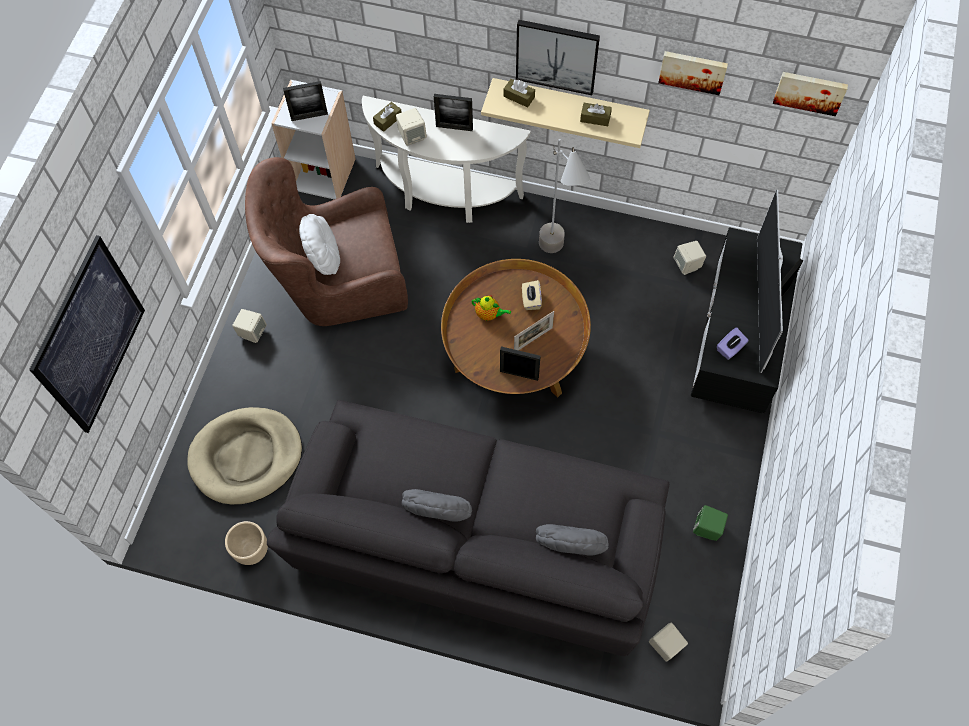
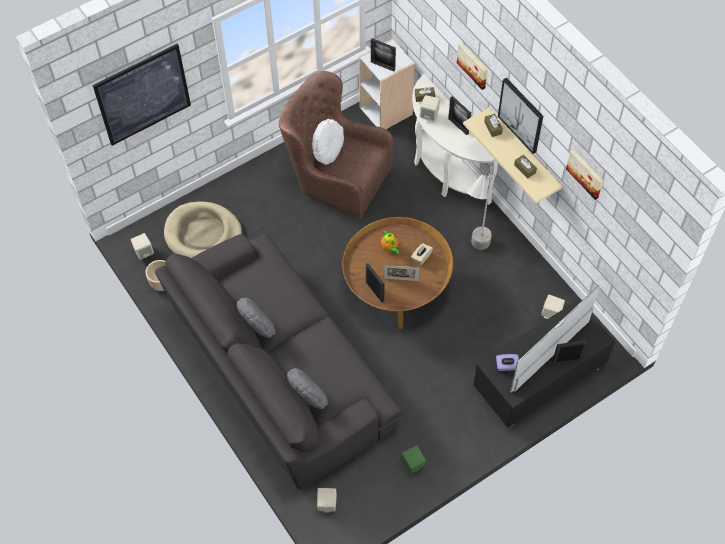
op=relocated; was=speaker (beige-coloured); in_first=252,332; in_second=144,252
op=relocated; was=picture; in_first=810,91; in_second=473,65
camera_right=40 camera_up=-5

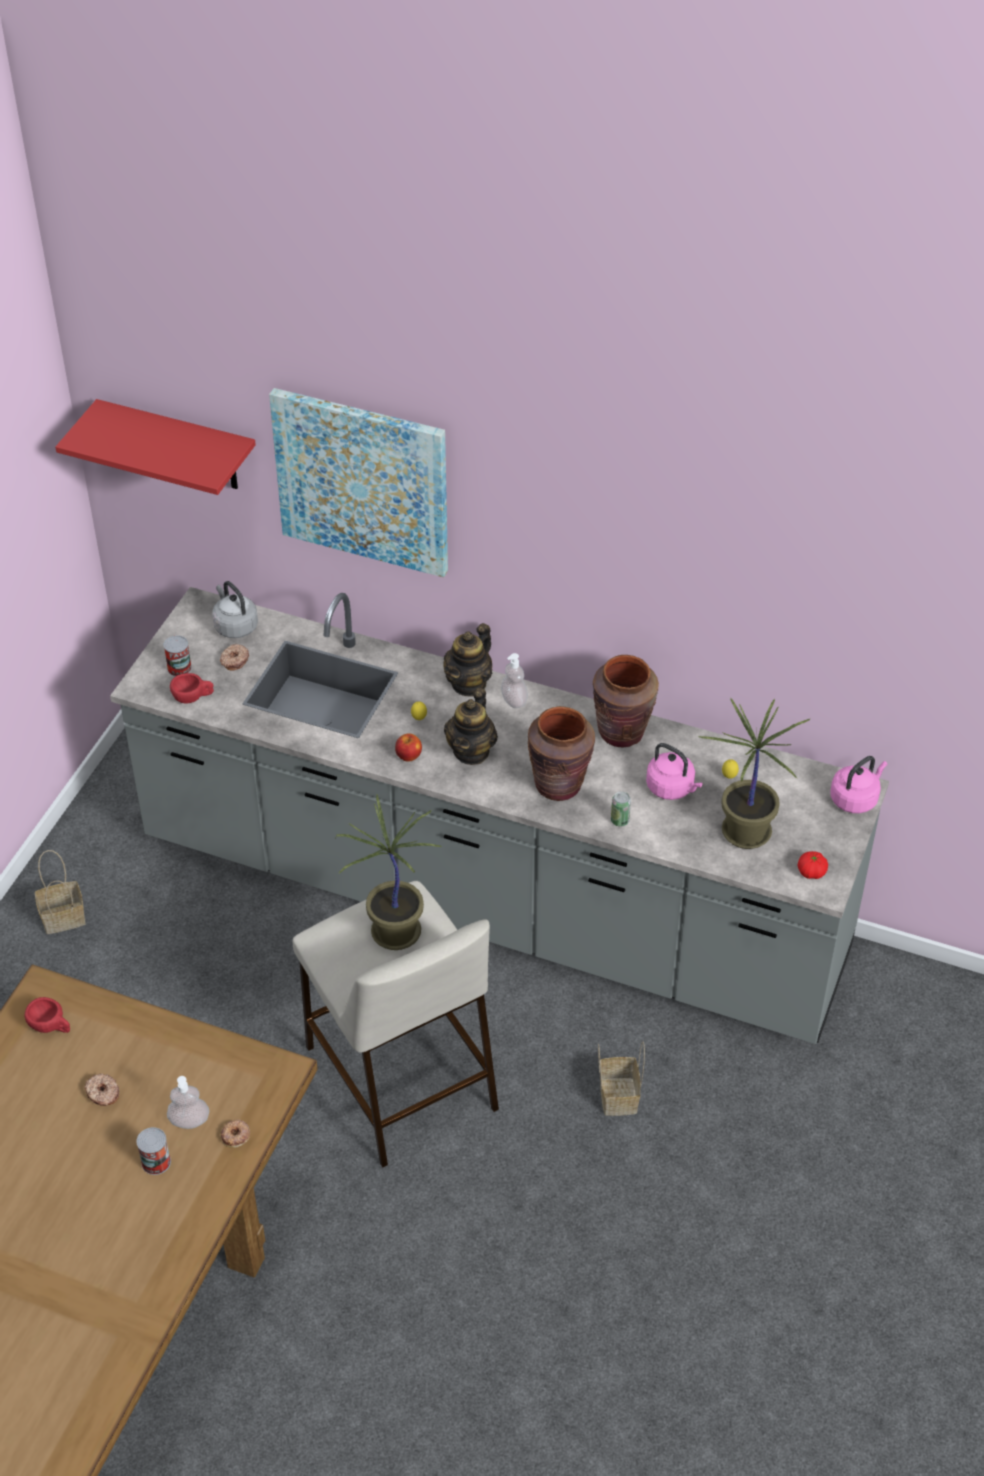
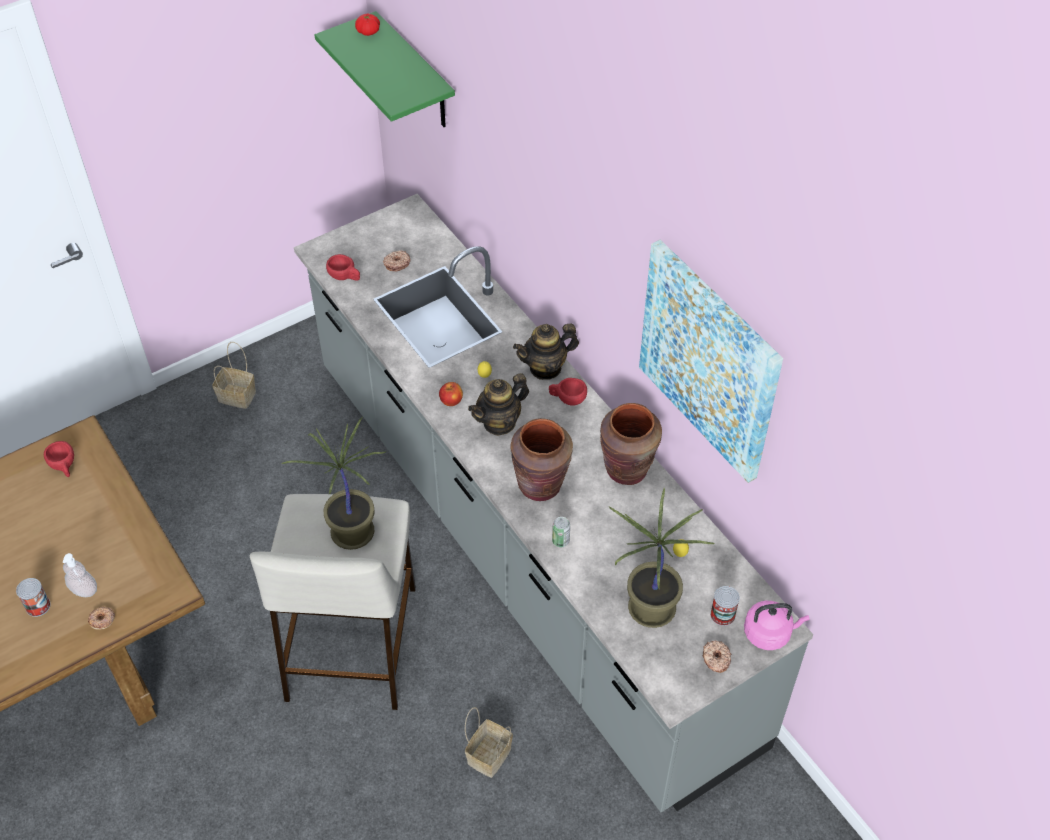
op=colour; was=wall shelf (reddish); now=wall shelf (green-coloured); in_first=178,446; in_second=416,74
op=relocated; was=fresh tomato; in_first=811,872; in_second=368,32
op=exchanged; was=soap dispenser; now=cup (reddish); in_first=514,700; in_second=567,399
op=relocated; was=picture; in_first=362,481; in_second=709,360
op=relocated; was=donut; in_first=102,1094; in_second=715,659
op=relocated; was=sealed can; in_first=179,668; in_second=722,615
op=missing; was=water kettle (grey); in_first=235,626
op=missing; was=water kettle (pinkish); in_first=672,788
camera_right=35 camera_up=5

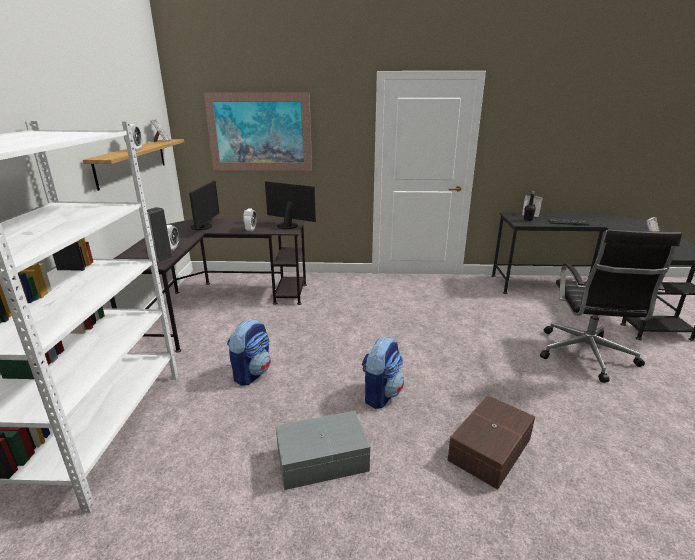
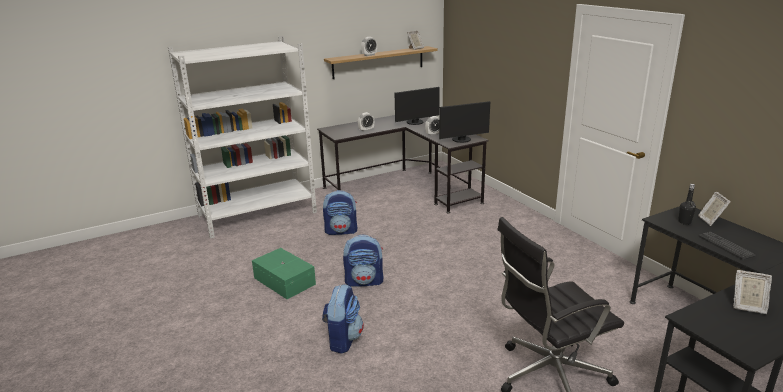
op=colour; was=storage box (grey); now=storage box (green-coloured); in_first=321,458; in_second=285,280
op=exchanged; was=storage box (brown-coloured); now=knapsack; in_first=488,449; in_second=343,339
op=spun; was=computer display; in_first=288,225; in_second=462,140; clockwise=75
op=missing; was=speaker; in_first=161,259
op=missing; was=picture; in_first=259,132
camera_right=60 camera_up=0

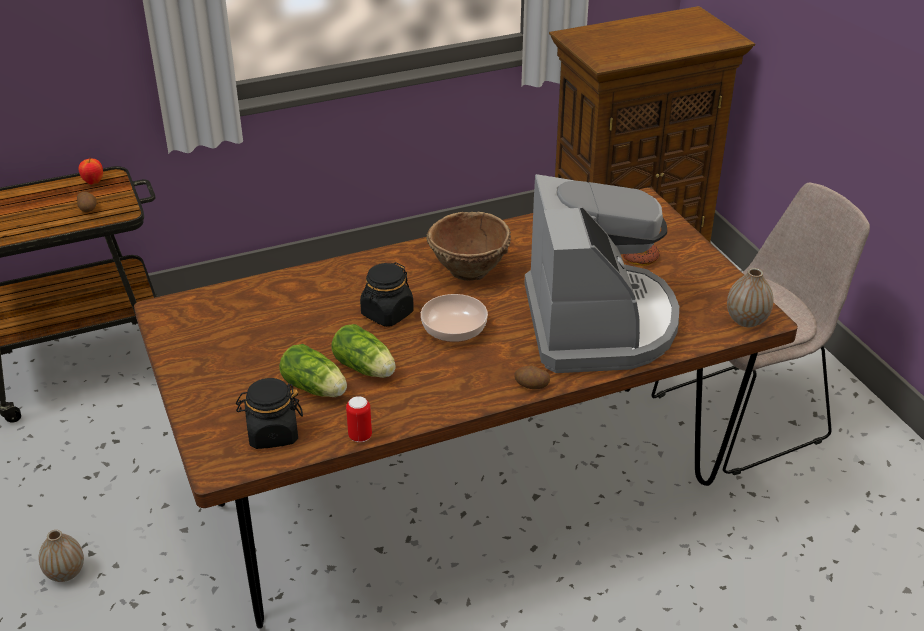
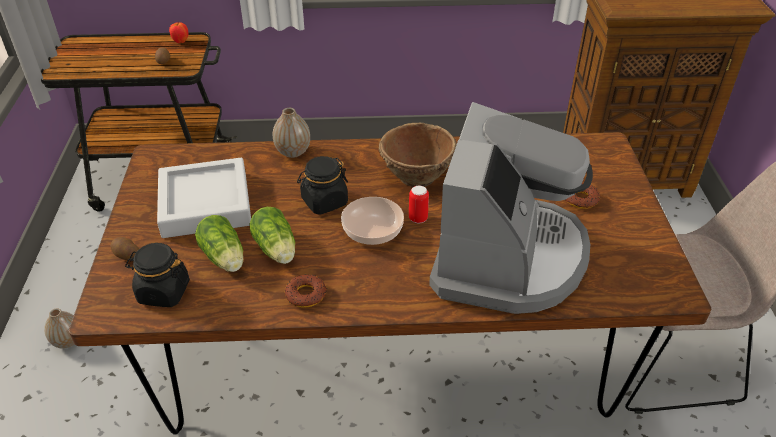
op=relocated; was=spud; in_first=531,386; in_second=126,255
op=appeared; now=tray (grey); in_second=205,204
op=relocated; was=flower vase; in_first=746,320; in_second=293,152
op=appeared; now=donut; in_second=306,294
op=relocated; was=sealed can; in_first=360,436; in_second=418,218
camera_right=20 camera_up=5

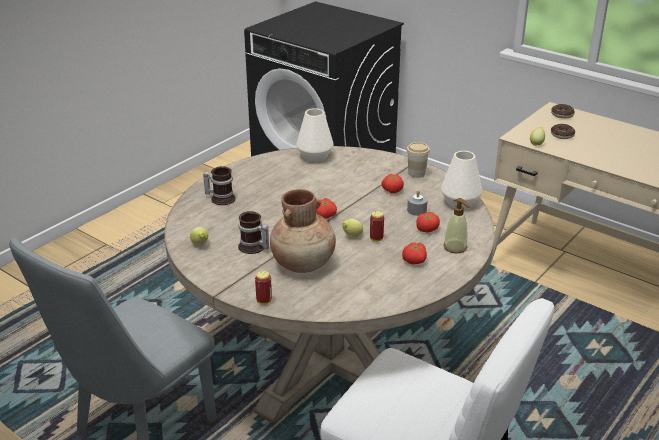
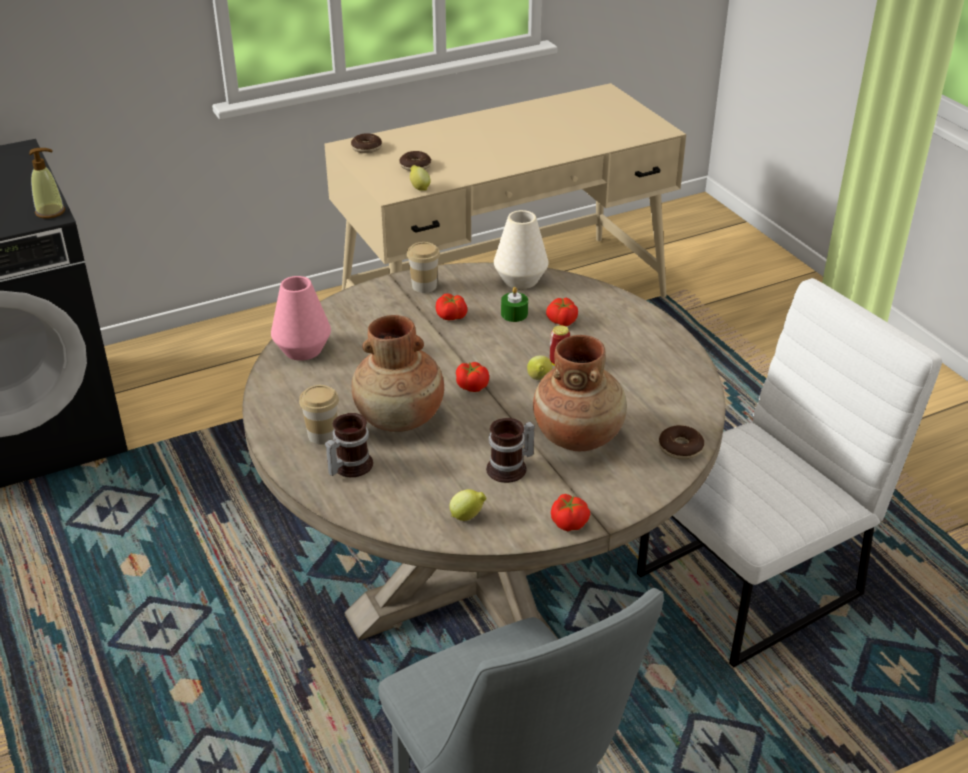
op=relocated; was=soap dispenser; in_first=455,247; in_second=50,212
op=colour; was=flower vase (whitish); now=flower vase (pinkish); in_first=315,156; in_second=302,350
op=appeared; now=cup; in_second=322,435
op=appeared; now=flower vase (brown-coloured); in_second=400,418
op=colour; was=wax light (grey); now=wax light (green-coloured); in_first=417,210; in_second=514,314
op=relocated; was=fresh tomato; in_first=415,261; in_second=569,522
op=appeared; now=donut; in_second=680,448
op=missing; was=sealed can; in_first=264,301
camera_right=-65 camera_up=5

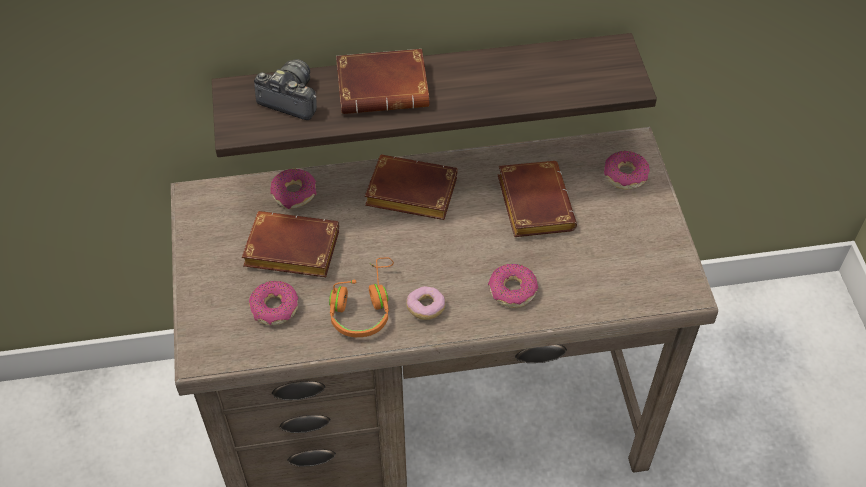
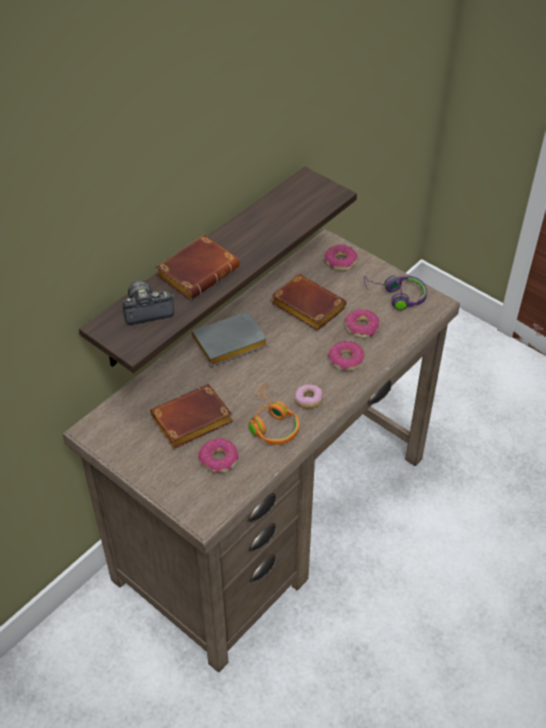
op=colour; was=book (brown-coloured); now=book (grey); in_first=408,194; in_second=228,345
op=relocated; was=donut; in_first=294,193; in_second=362,327
op=appeared; now=headphones (purple-coloured); in_second=396,296
camera_right=-40 camera_up=-5

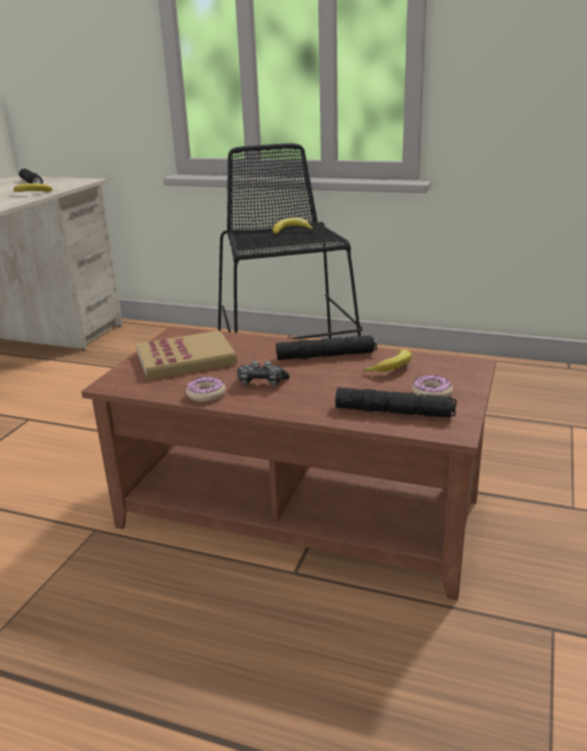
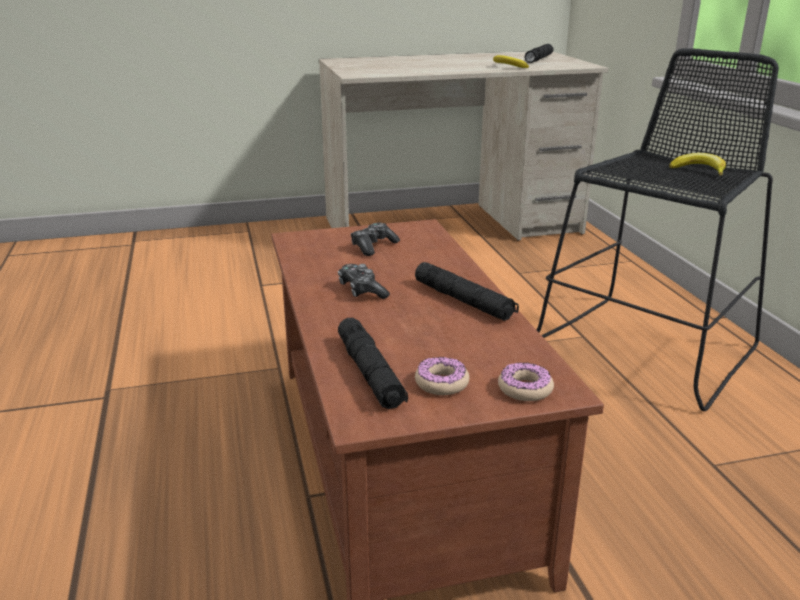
op=exchanged; was=book; now=gamepad; in_first=186,359; in_second=373,246
op=relocated; was=donut; in_first=206,394; in_second=525,389
op=missing; was=whole banana; in_first=392,368
camera_right=55 camera_up=0

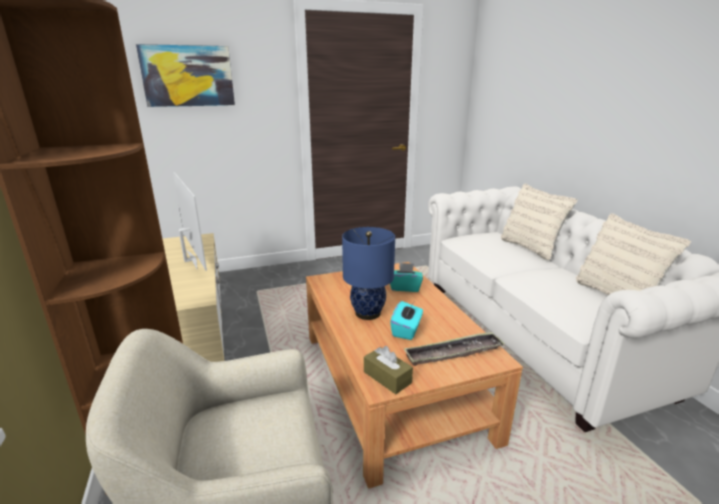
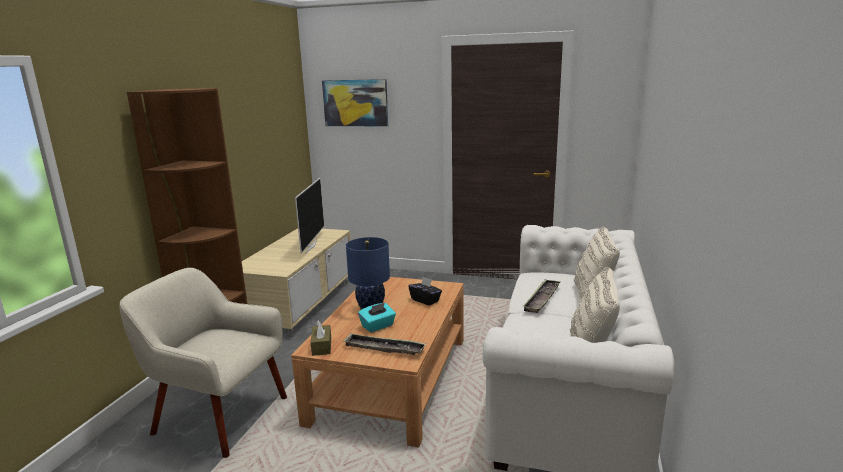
op=colour; was=tissue box (turquoise); now=tissue box (blackish); in_first=405,287; in_second=425,300
op=appeared; now=tray; in_second=542,299
camera_right=35 camera_up=-5

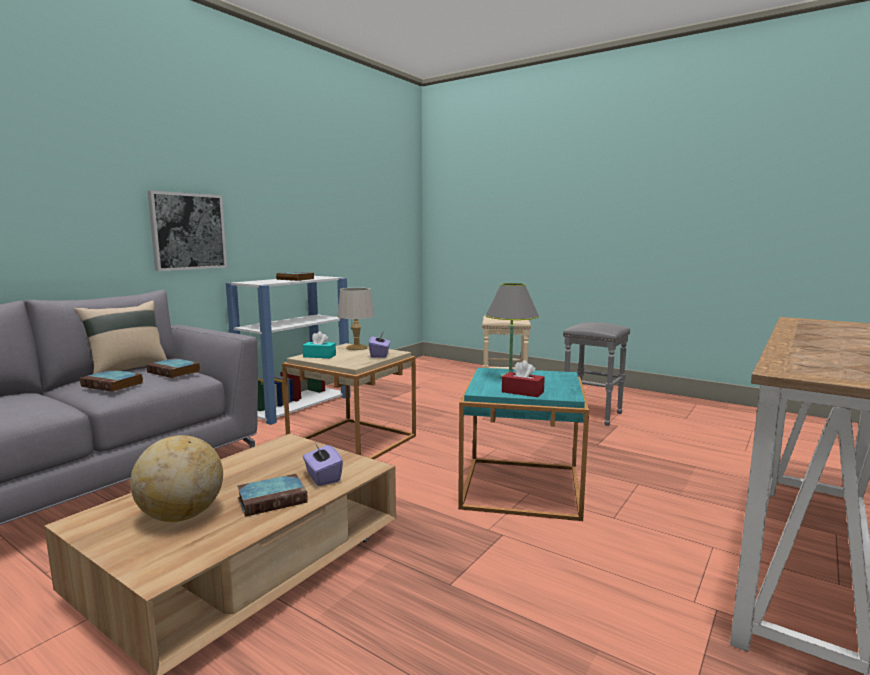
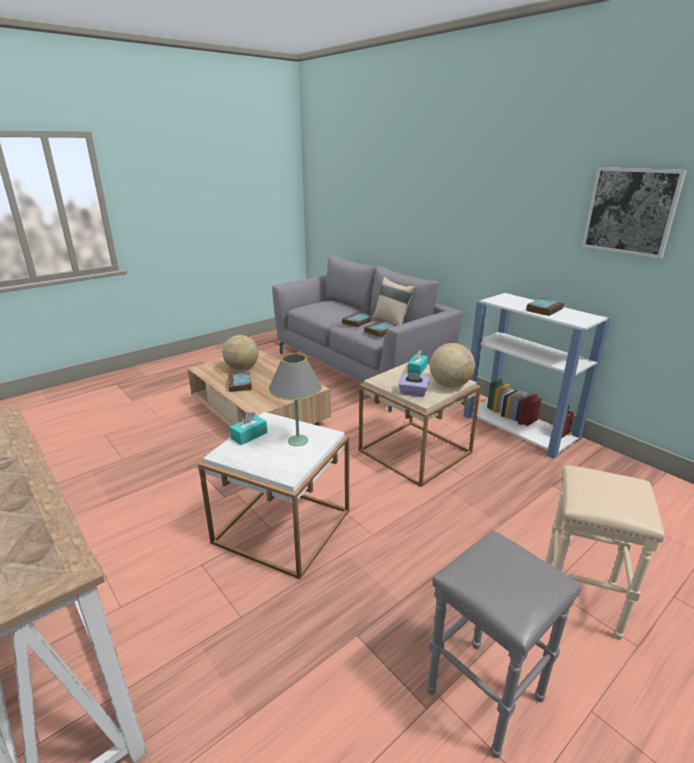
op=colour; was=end table (turquoise); now=end table (whitish); in_first=521,487; in_second=282,526
op=colour; was=tissue box (reddish); now=tissue box (turquoise); in_first=522,392; in_second=249,435
op=exchanged; was=tabletop lamp (grey); now=world globe; in_first=356,348; in_second=450,385
op=relocated; was=picture; in_first=188,231; in_second=631,211
op=missing; was=tissue box (purple-coloured); in_first=322,477
camera_right=105 camera_up=15

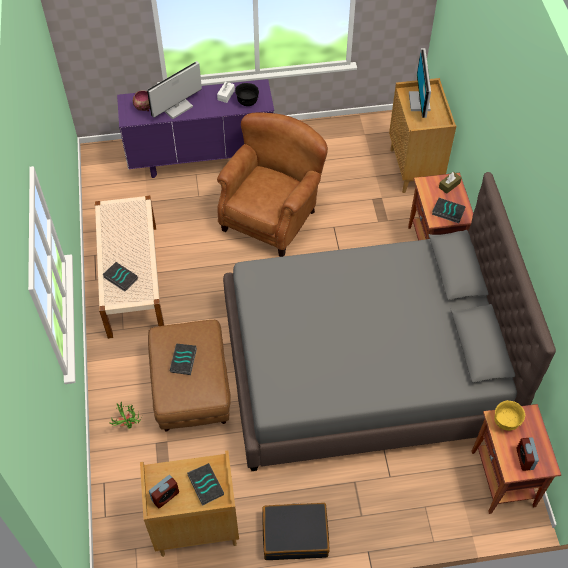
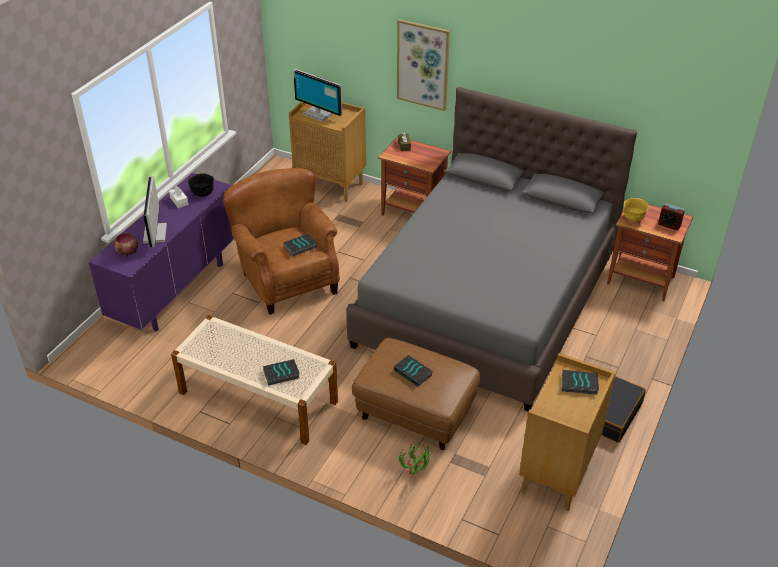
op=relocated; was=book; in_first=447,212; in_second=300,247
op=appeared; now=picture; in_second=423,65
op=missing; was=alarm clock; in_first=165,496
camera_right=-55 camera_up=-15

